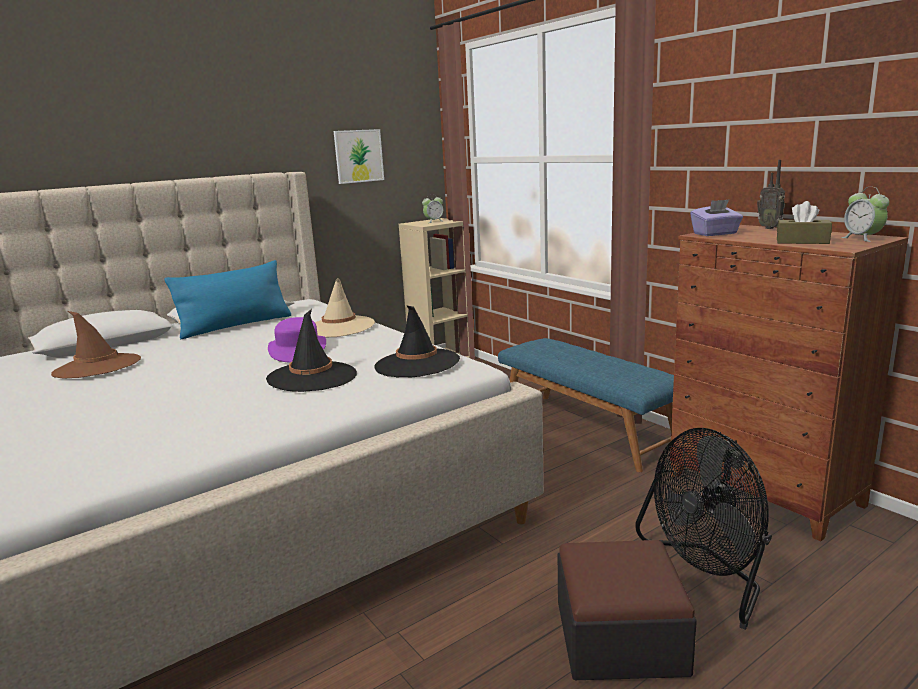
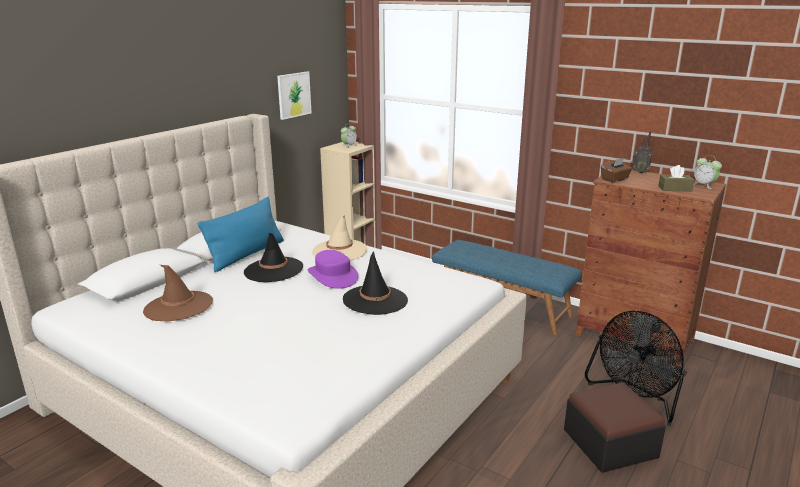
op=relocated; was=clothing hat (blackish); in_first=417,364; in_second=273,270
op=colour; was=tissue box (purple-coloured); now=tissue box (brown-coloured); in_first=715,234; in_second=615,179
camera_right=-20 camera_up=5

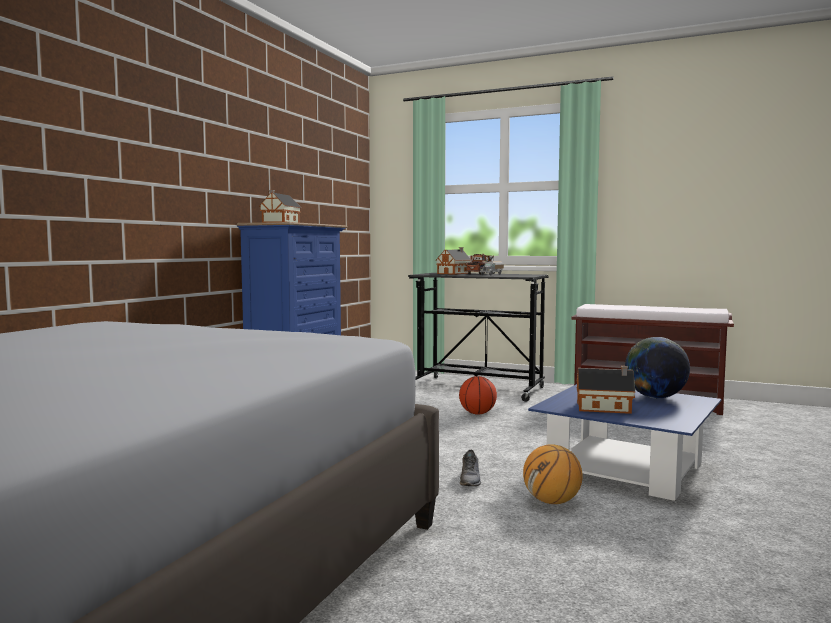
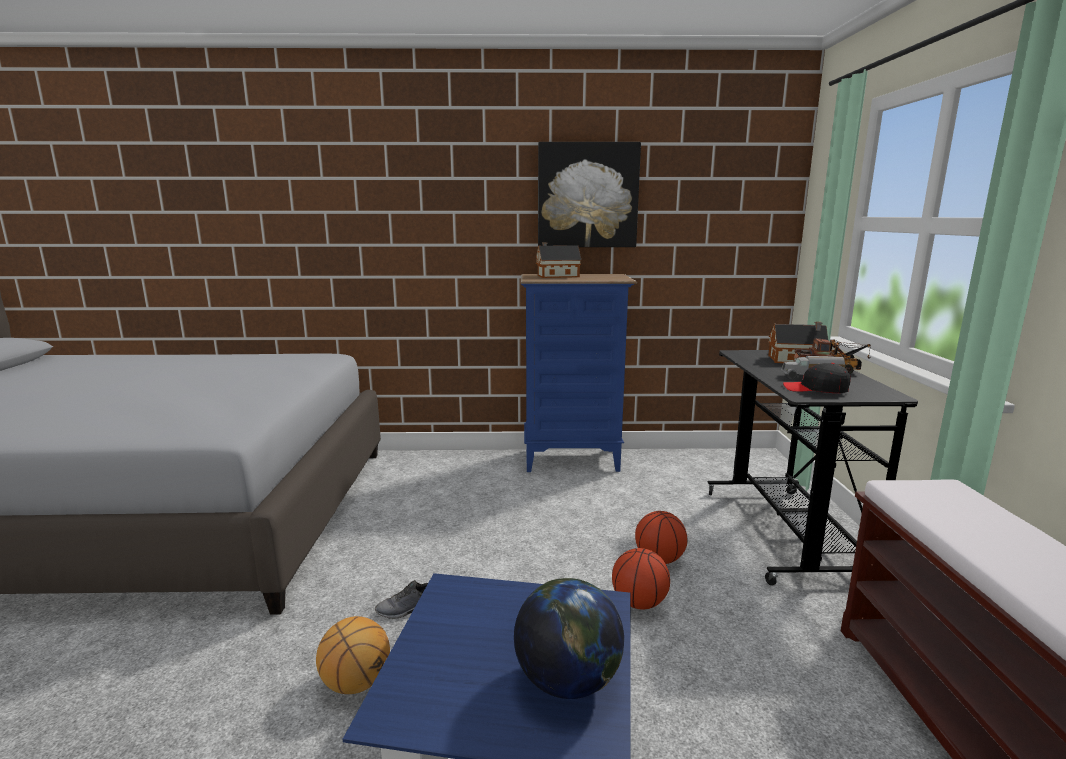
op=appeared; now=picture; in_second=587,195
op=appeared; now=basketball; in_second=639,603
op=appeared; now=cap (blackish); in_second=816,389
op=missing; was=miniature house; in_first=606,408
camera_right=65 camera_up=10

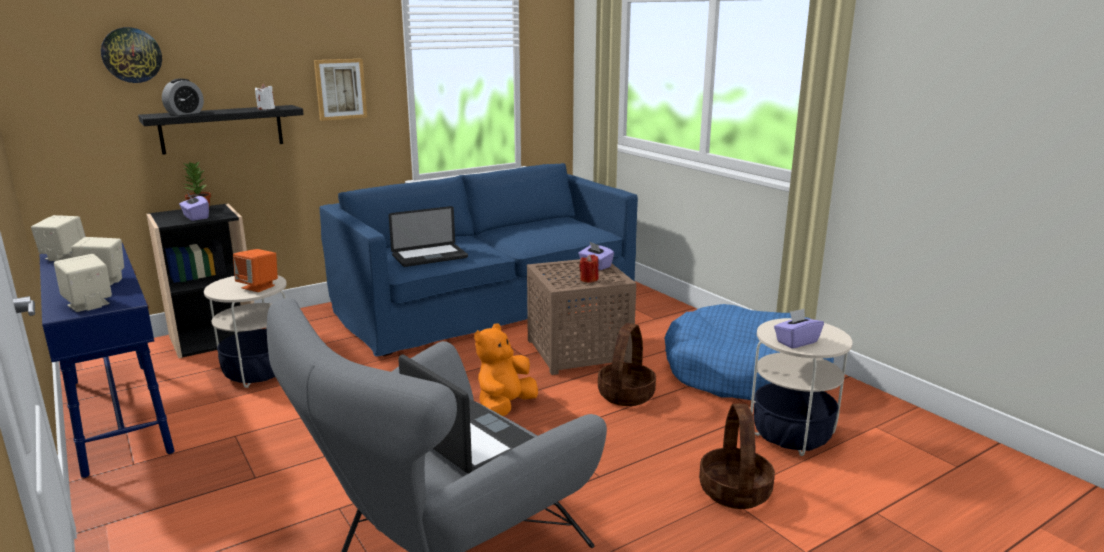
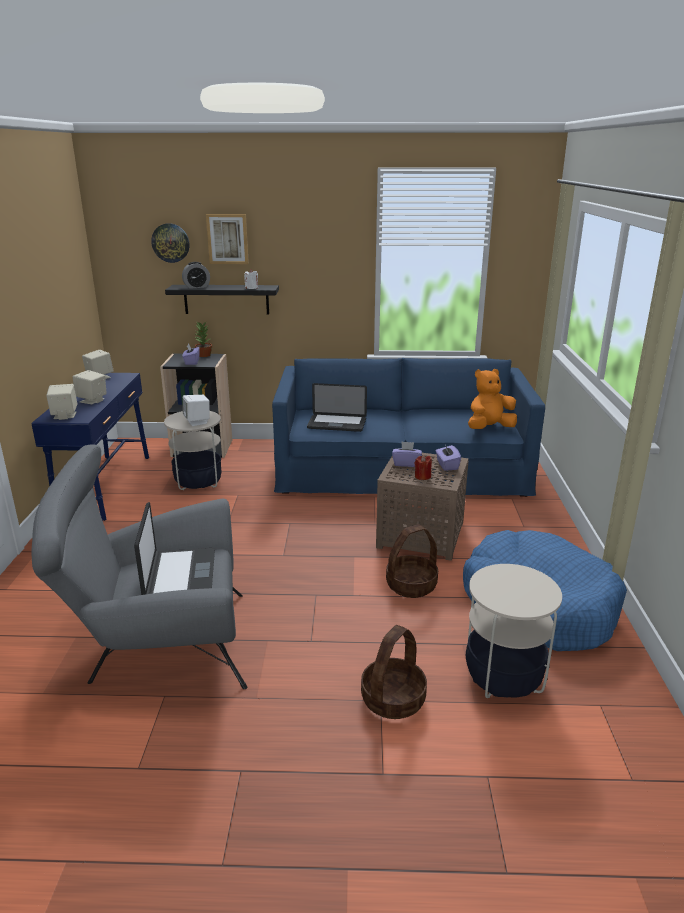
op=colour; was=speaker (orangey); now=speaker (whitish); in_first=259,287; in_second=197,422
op=relocated; was=picture; in_first=340,89; in_second=227,239
op=relocated; was=tissue box (purple-coloured); in_first=796,342; in_second=406,463
op=relocated; was=cuddly toy (orangey); in_first=505,407; in_second=489,428
camera_right=35 camera_up=5

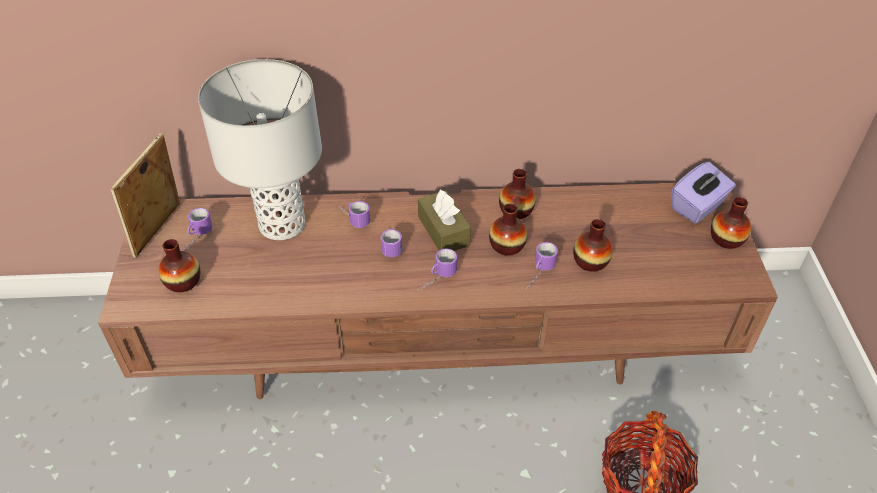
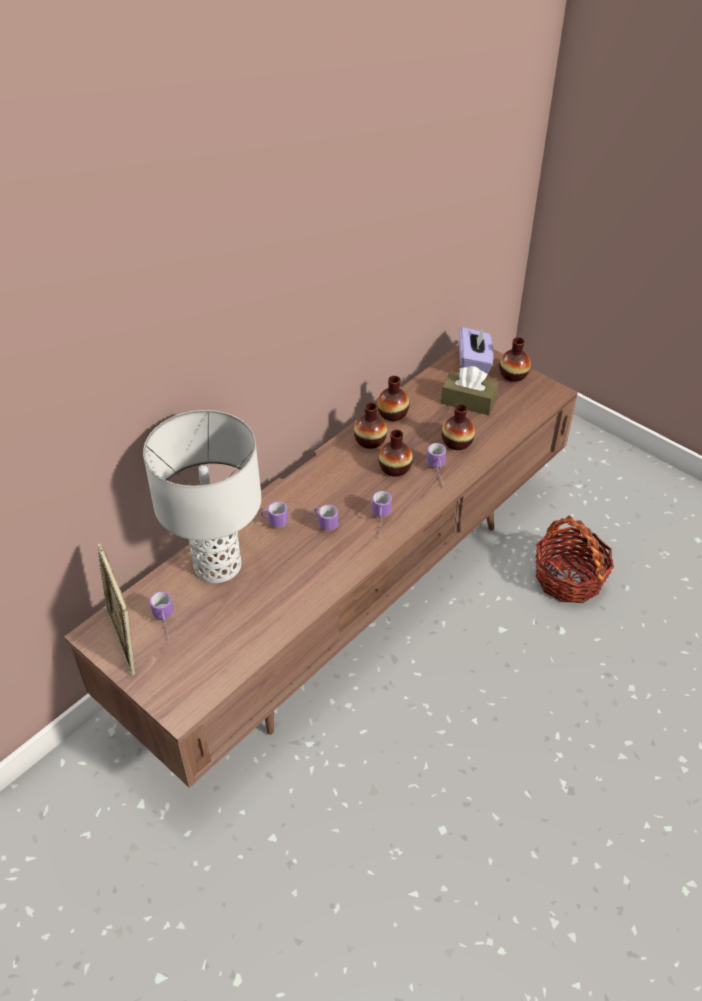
op=relocated; was=flower vase; in_first=183,282; in_second=392,414
op=relocated; was=tissue box (brown-coloured); in_first=443,231; in_second=468,401
camera_right=-45 camera_up=0

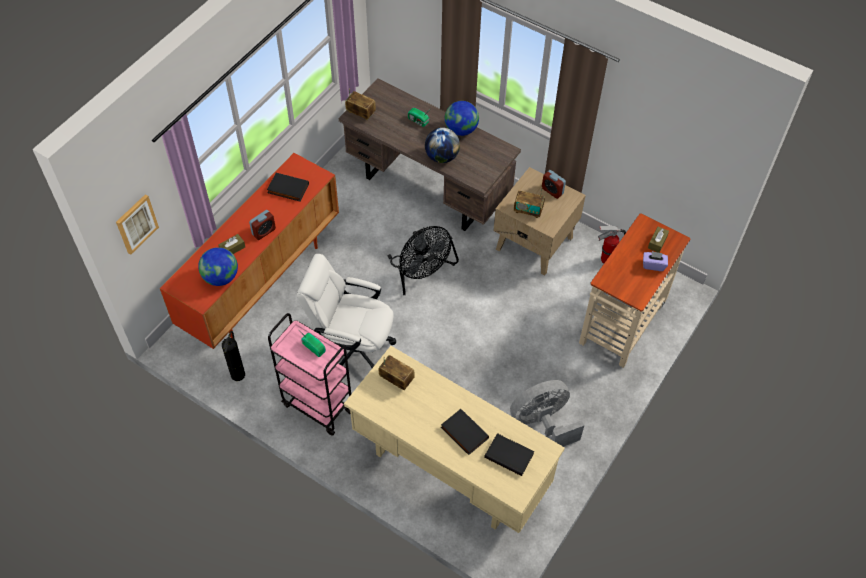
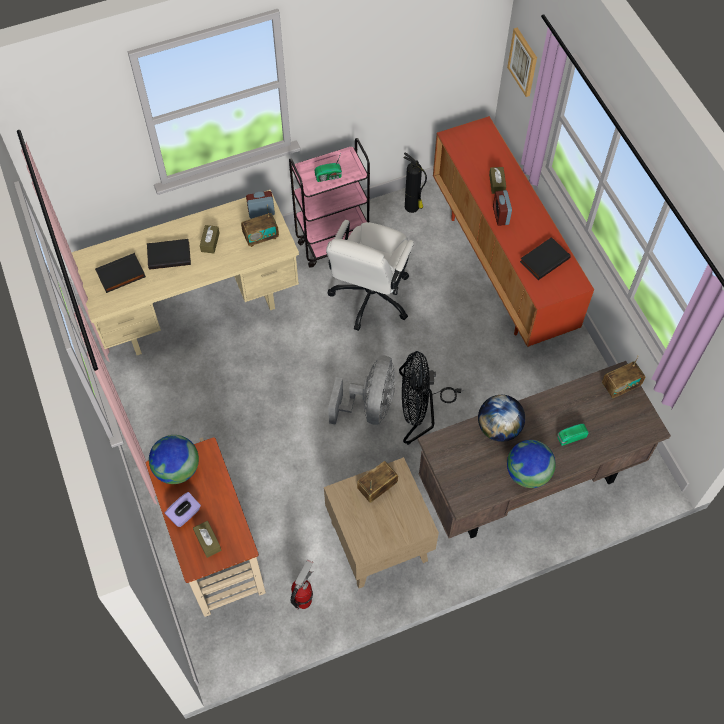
op=relocated; was=world globe; in_first=221,277; in_second=177,469
op=appeared; now=tissue box (brown-coloured); in_second=210,242
op=relocated; was=alarm clock; in_first=552,191; in_second=261,212
op=spun; was=desk chair (whitish); in_first=352,352; in_second=370,300; clockwise=150
op=relocated; was=electric fan (grey); in_first=542,423; in_second=369,406
camera_right=125 camera_up=5

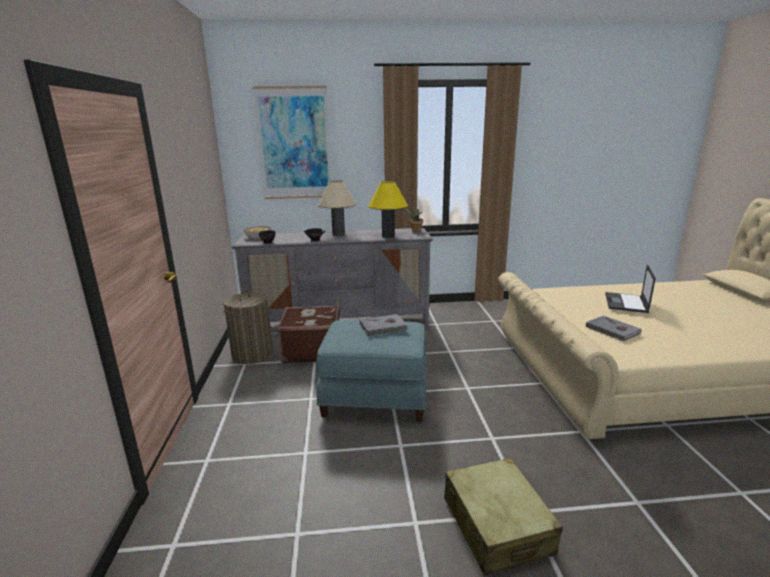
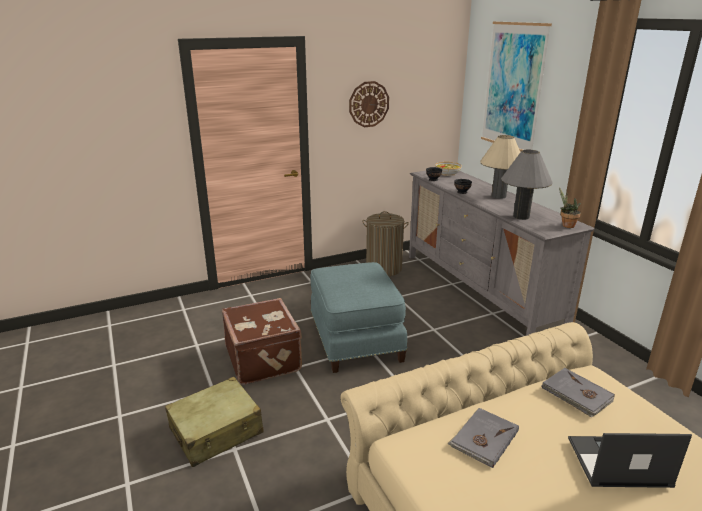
op=relocated; was=suitcase (brown-coloured); in_first=312,351; in_second=264,359
op=appeared; now=clock on the wall; in_second=369,104
op=colour; was=tabletop lamp (yellowish); now=tabletop lamp (grey); in_first=388,236; in_second=521,216
op=relocated; was=book (grey); in_first=383,327; in_second=576,394
camera_right=70 camera_up=5

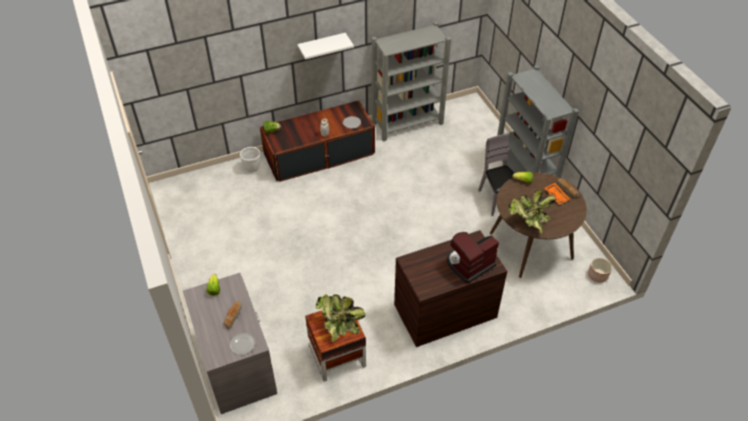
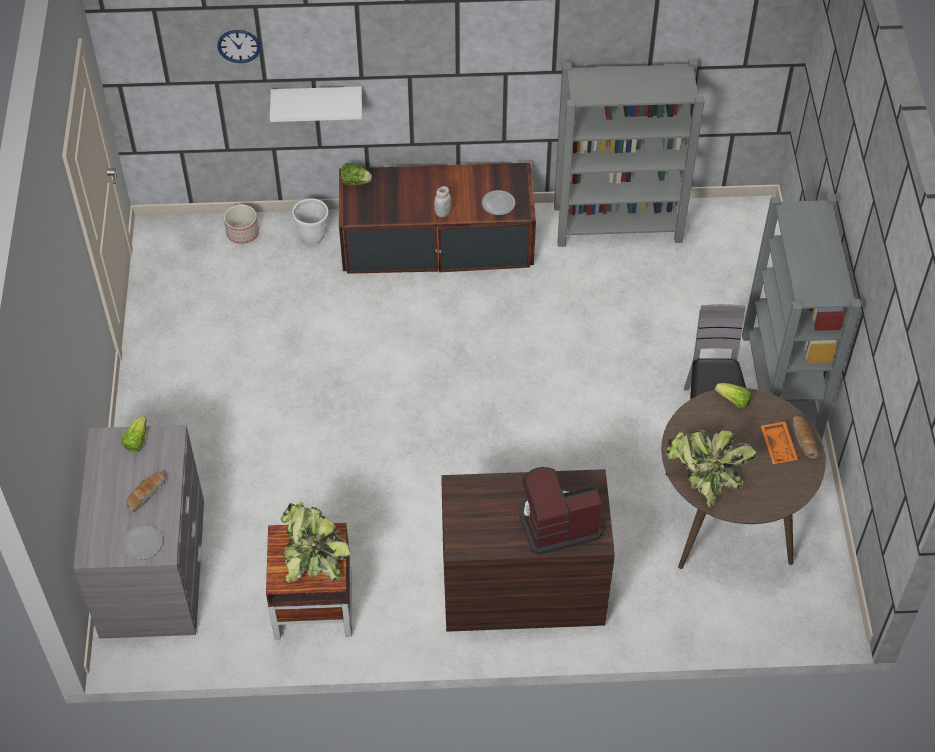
op=appeared; now=clock on the wall; in_second=239,46
op=relocated; was=flower pot; in_first=598,275; in_second=242,233
op=relocated; was=wall shelf (whitish); in_first=322,45; in_second=317,99
camera_right=20 camera_up=5

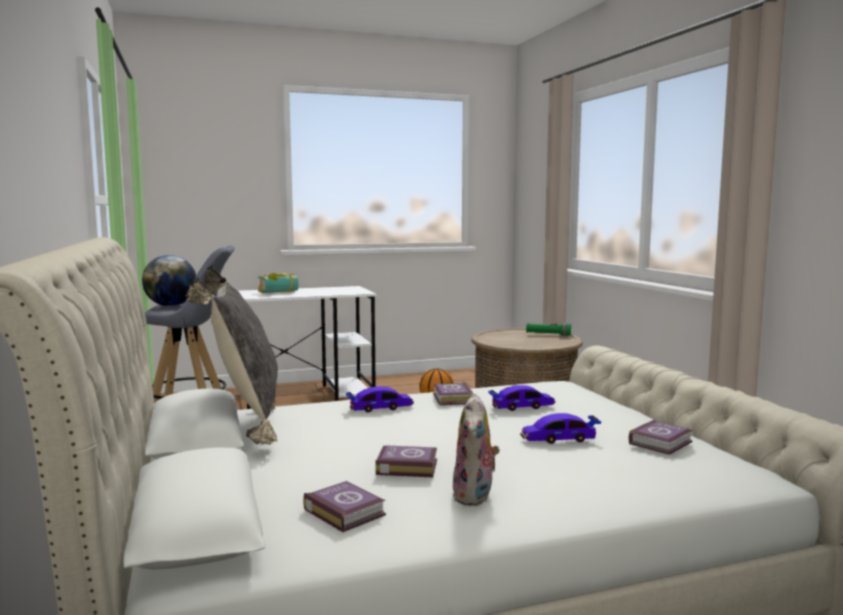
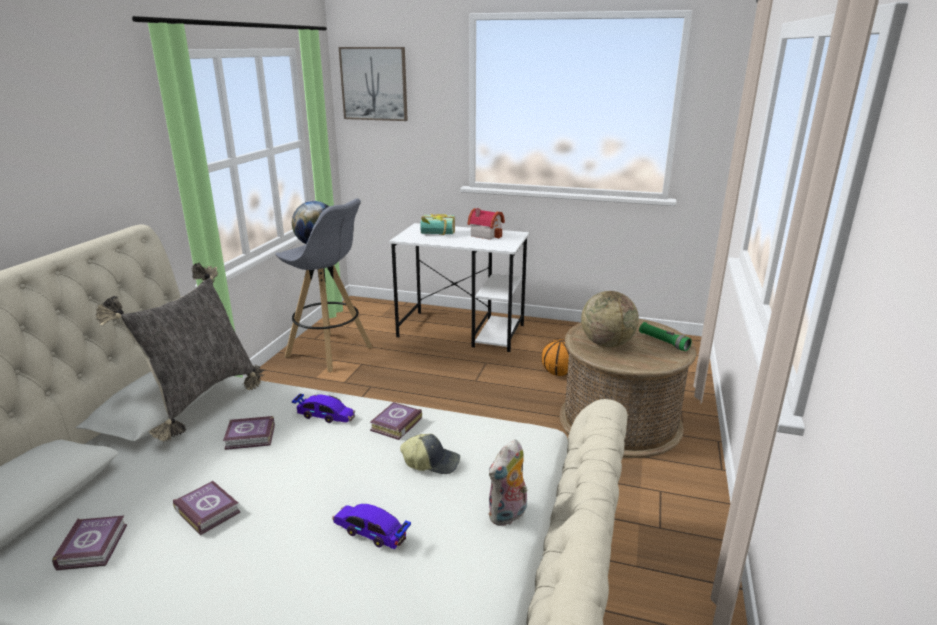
op=relocated; was=book; in_first=662,442; in_second=251,437
op=appeared; now=picture; in_second=374,84
op=exchanged; was=model car; now=cap; in_first=522,406; in_second=431,462
op=appeared; now=miniature house; in_second=486,234
op=relocated; was=cuddly toy; in_first=475,496; in_second=508,515
op=appeared; now=world globe; in_second=607,344
camera_right=35 camera_up=15

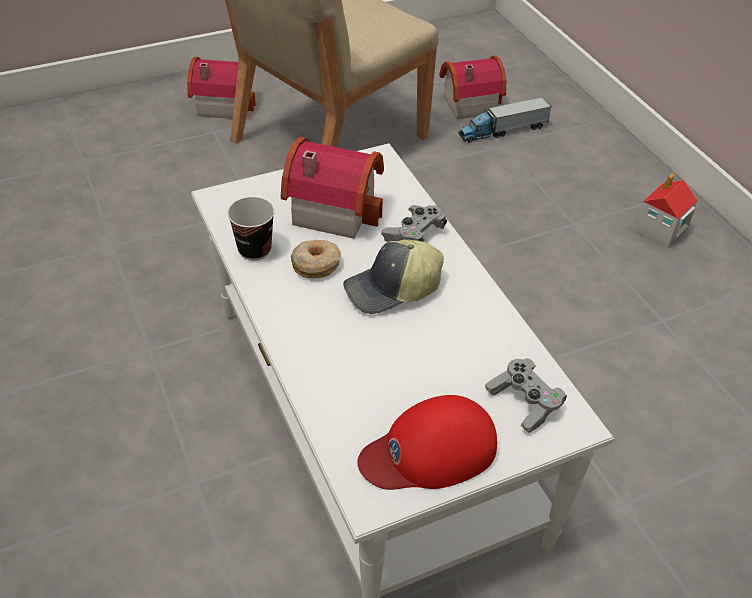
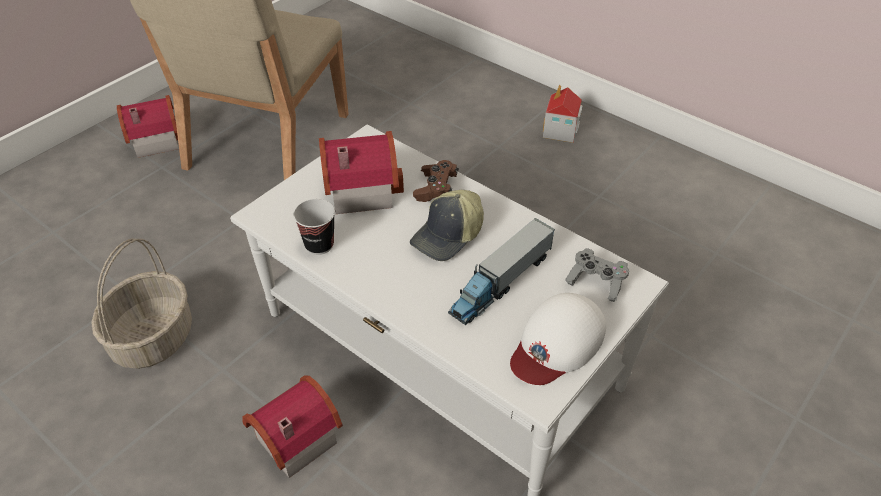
op=appeared; now=storage basket; in_second=152,337
op=relocated; was=miniature house; in_first=467,103; in_second=292,438
op=colour; was=gamepad (grey); now=gamepad (brown-coloured); in_first=414,235; in_second=436,188
op=relocated; was=model truck; in_first=502,131; in_second=501,283
op=colour; was=cap (reddish); now=cap (whitish); in_first=430,451; in_second=557,343
op=missing; was=donut; in_first=316,264
camera_right=-25 camera_up=0

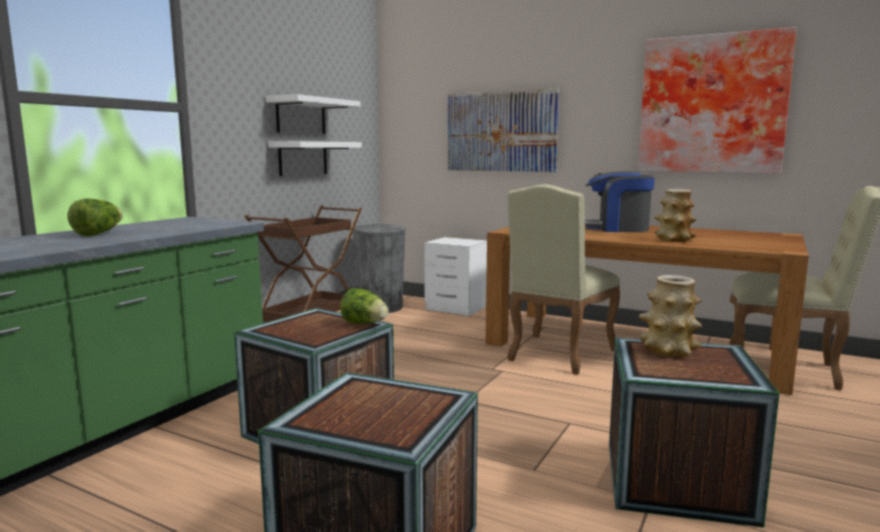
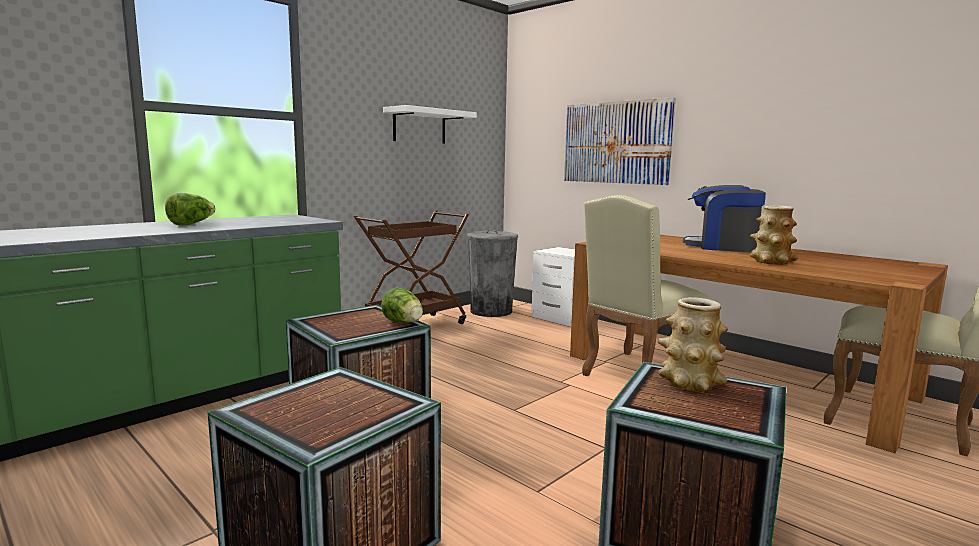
op=missing; was=wall shelf (whitish); in_first=303,158
op=missing; was=picture; in_first=712,105
camera_right=15 camera_up=0

